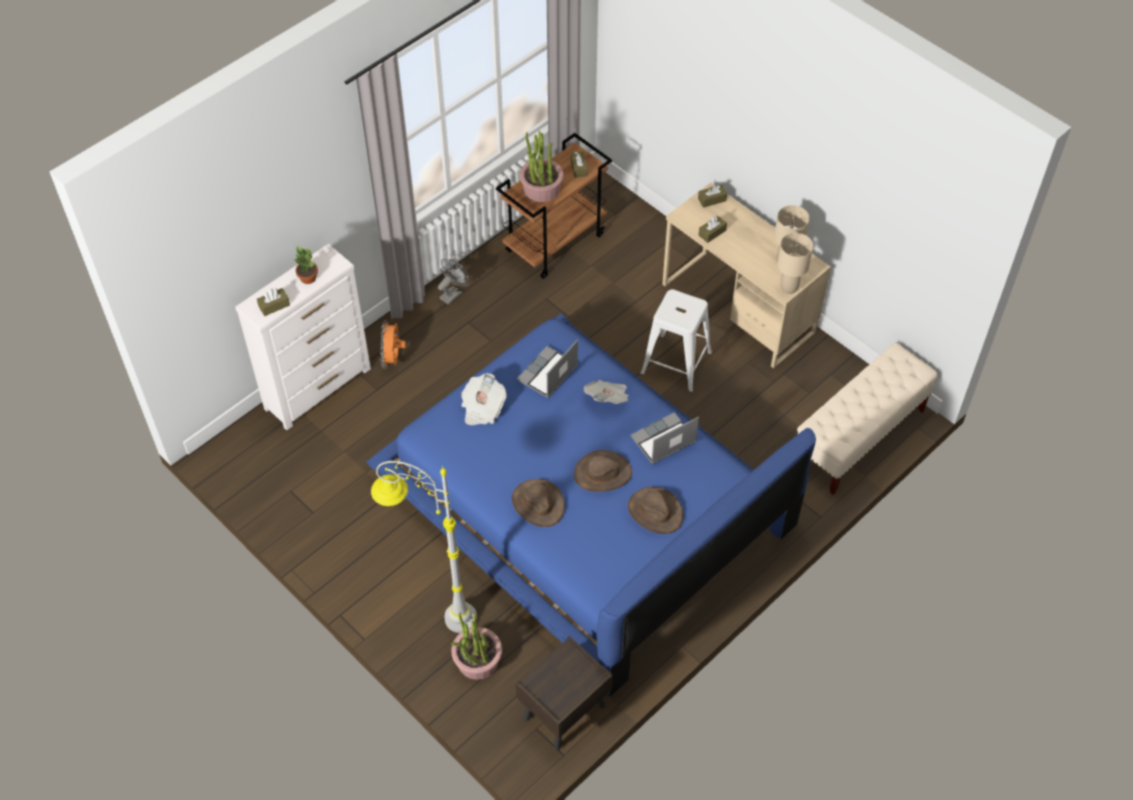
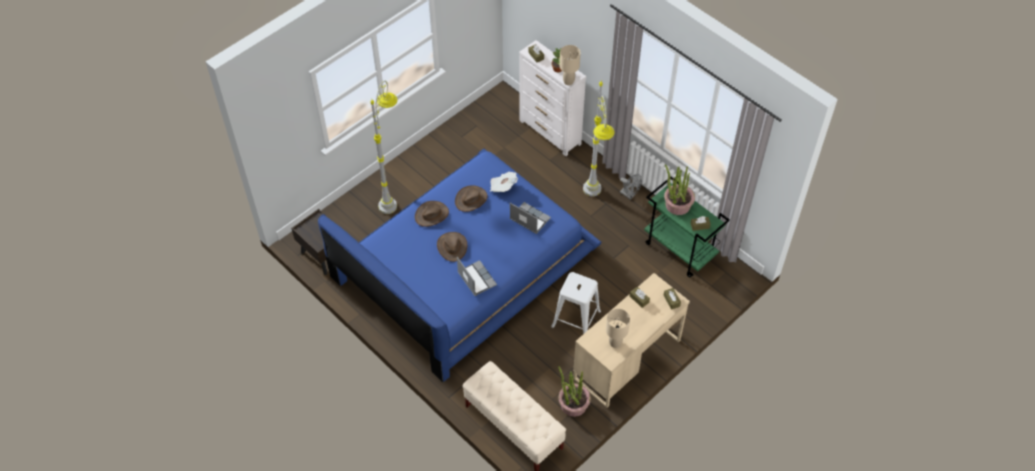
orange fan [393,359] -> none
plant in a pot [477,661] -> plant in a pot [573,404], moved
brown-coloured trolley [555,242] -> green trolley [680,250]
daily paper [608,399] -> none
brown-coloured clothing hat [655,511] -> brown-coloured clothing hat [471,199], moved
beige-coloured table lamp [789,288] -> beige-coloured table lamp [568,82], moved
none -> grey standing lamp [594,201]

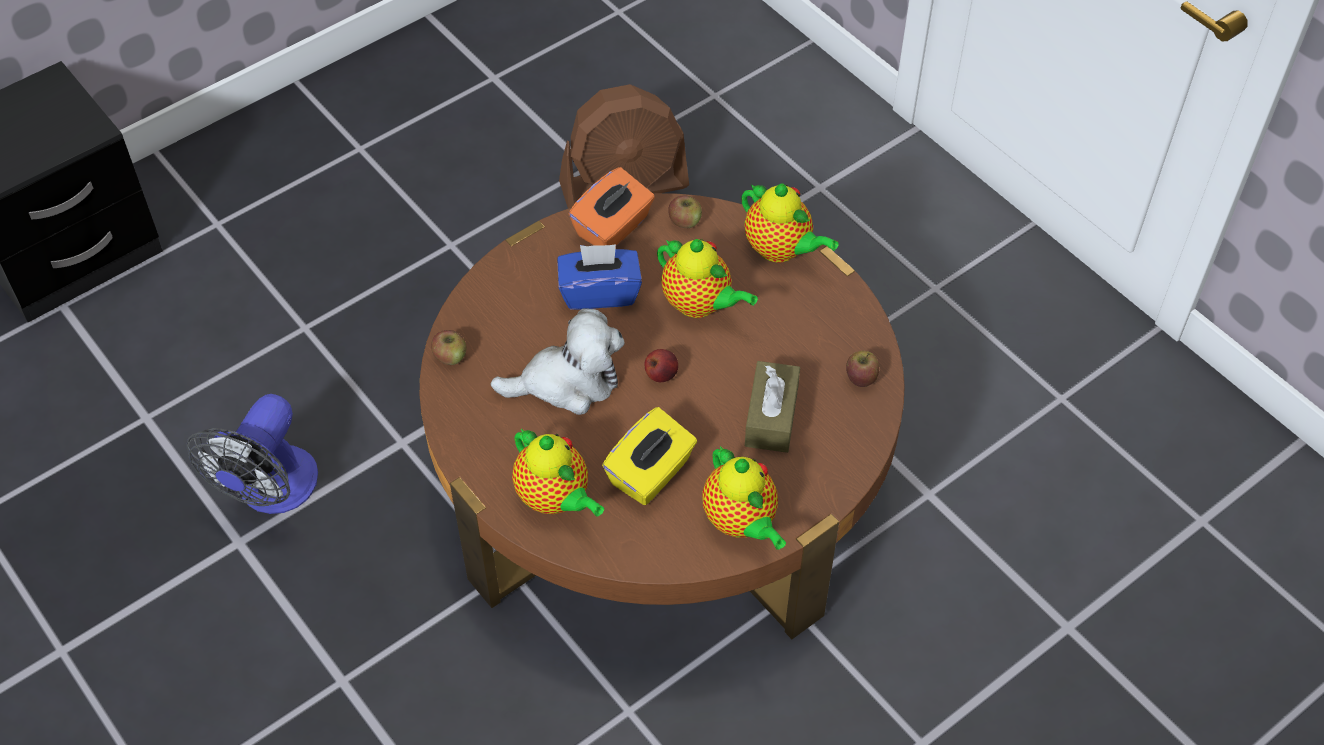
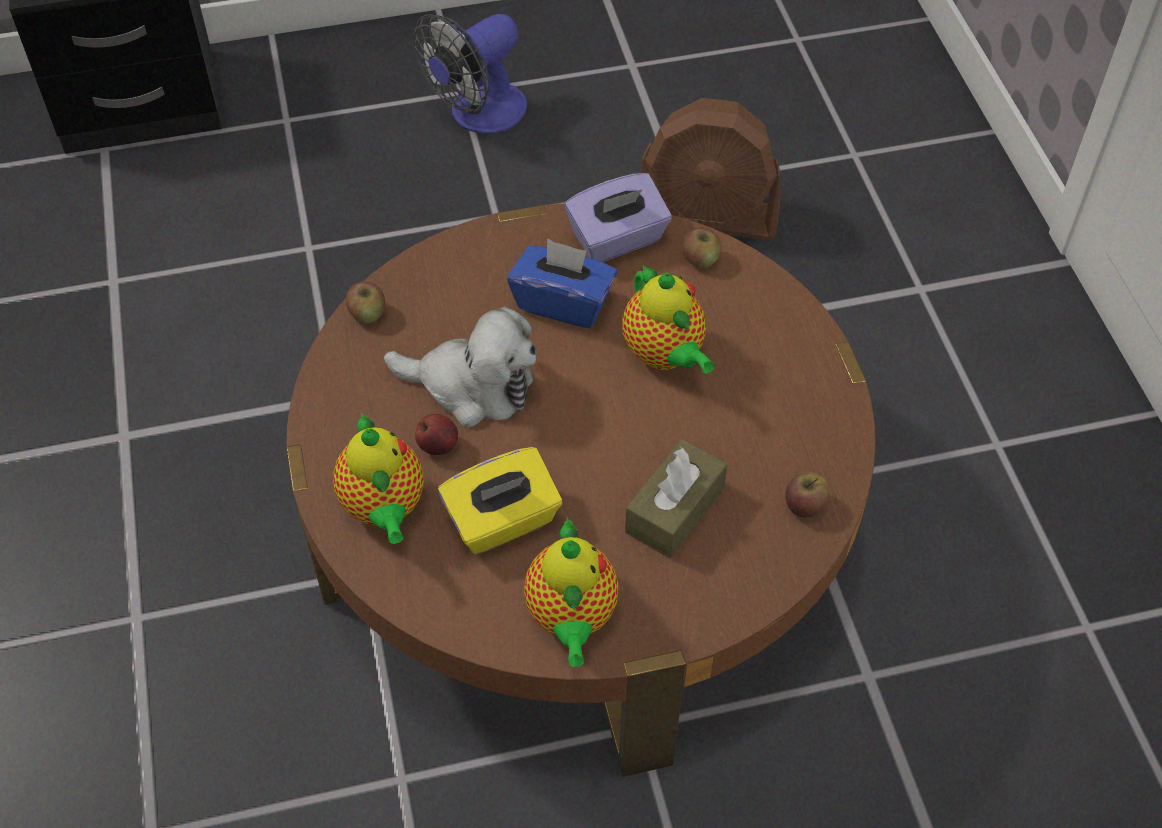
fan [271,492] -> fan [478,115], moved
orange tissue box [613,228] -> purple tissue box [617,239]
whole apple [661,375] -> whole apple [438,446], moved
tea pot [781,250] -> none

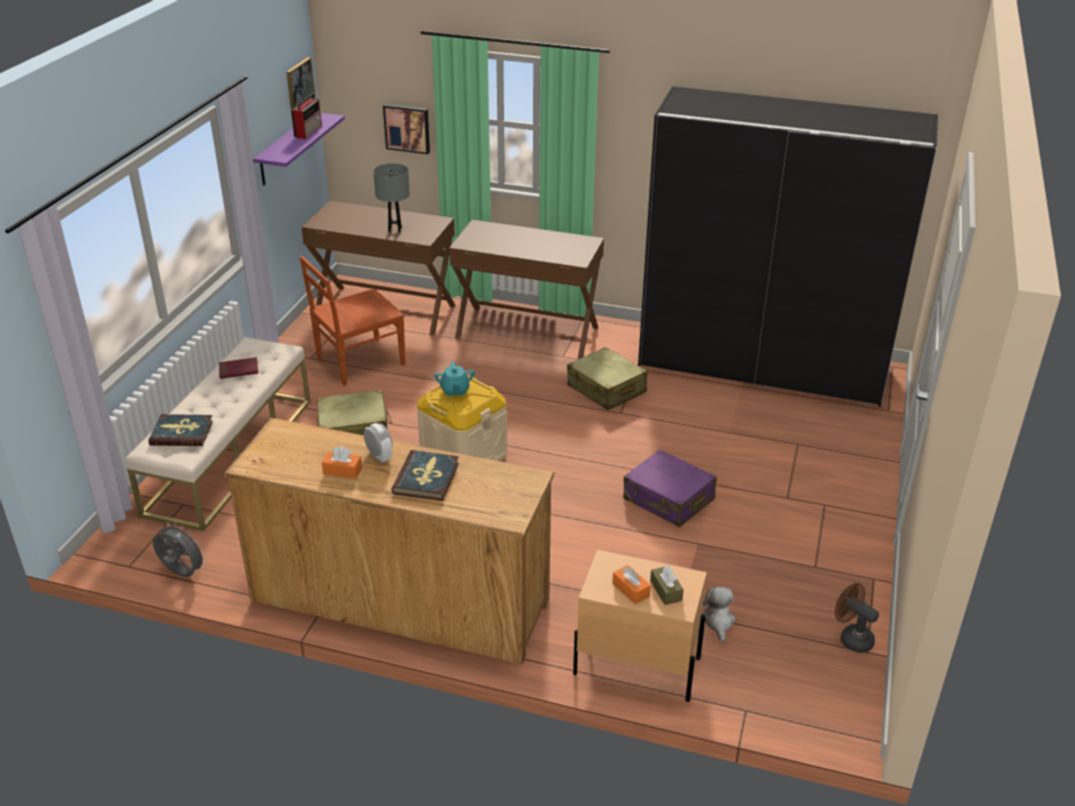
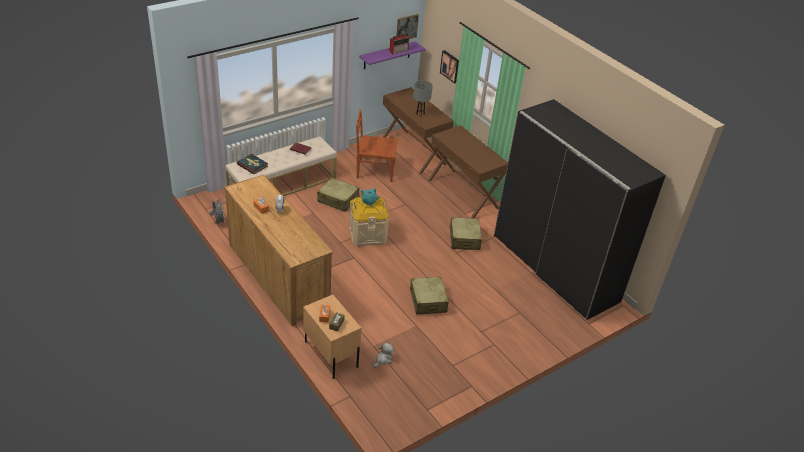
volume [426,478] -> none
purple piece of luggage [668,499] -> beige-coloured piece of luggage [428,301]
brown-coloured fan [851,638] -> none

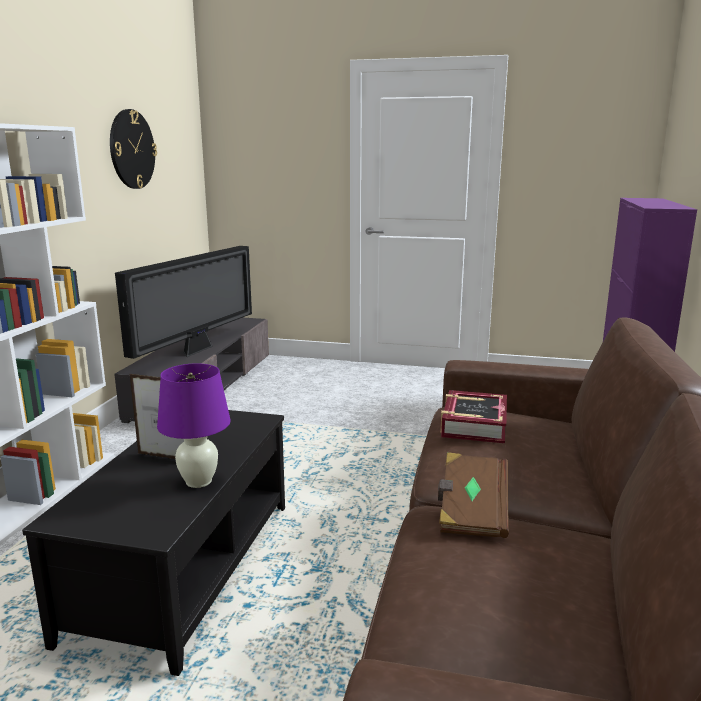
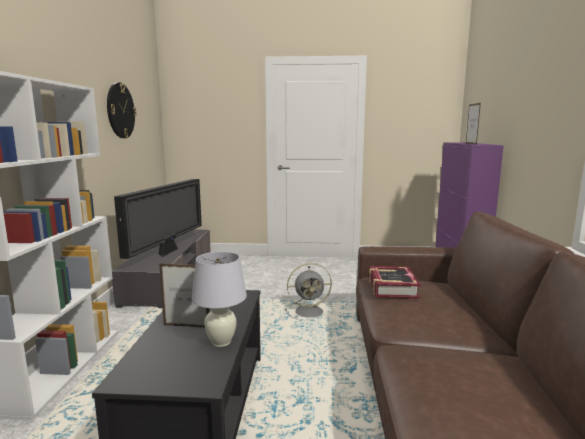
purple table lamp [198,481] -> white table lamp [221,342]
brown-coloured volume [471,512] -> none
none -> grey fan [310,312]
none -> photo frame [471,144]

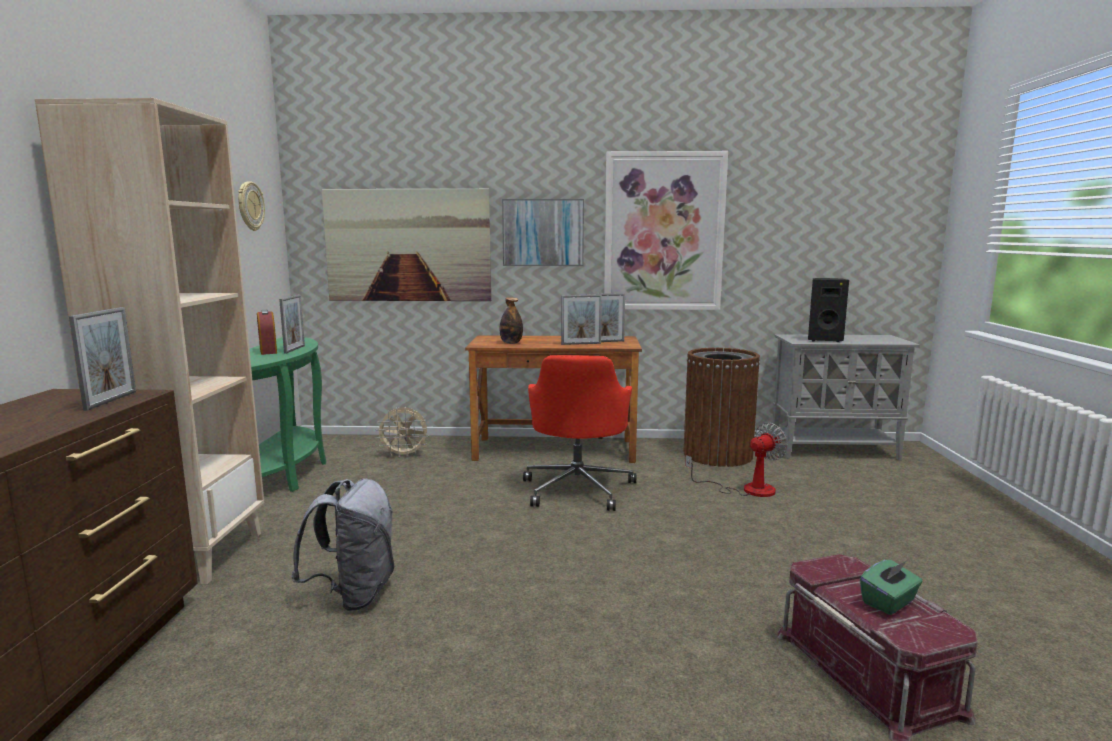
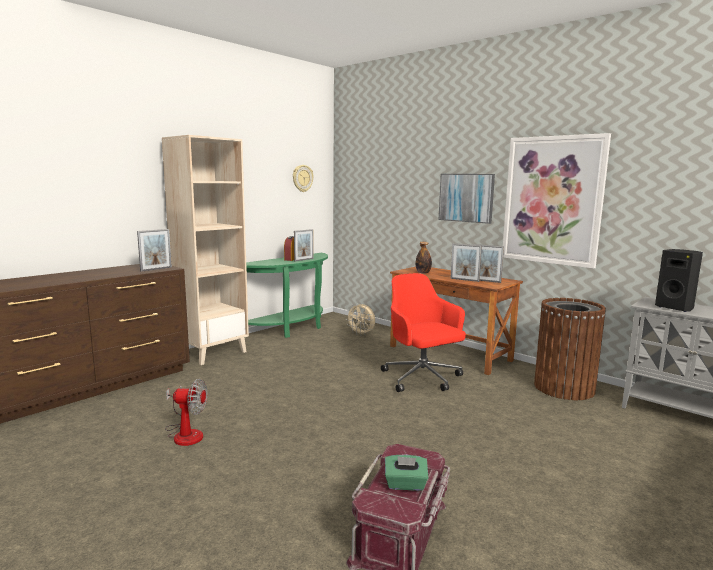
grey rucksack [354,595] -> none
wall picture [408,245] -> none
reddish computer chair [578,488] -> reddish computer chair [422,378], 105 degrees clockwise
fan [746,489] -> fan [185,433], moved

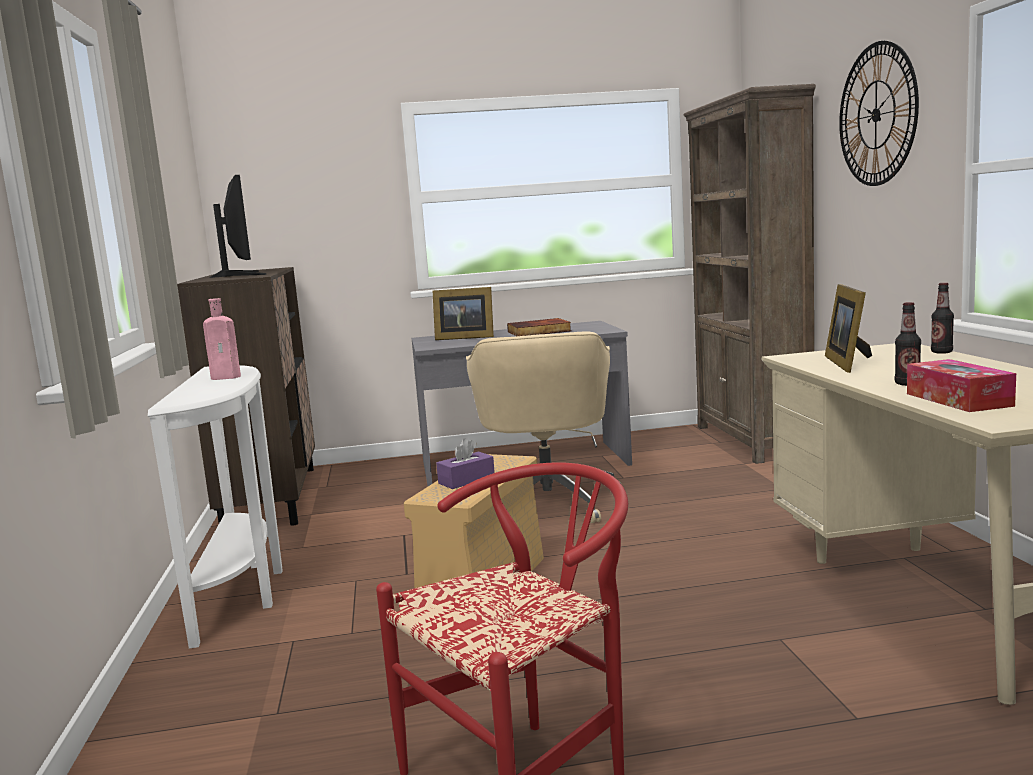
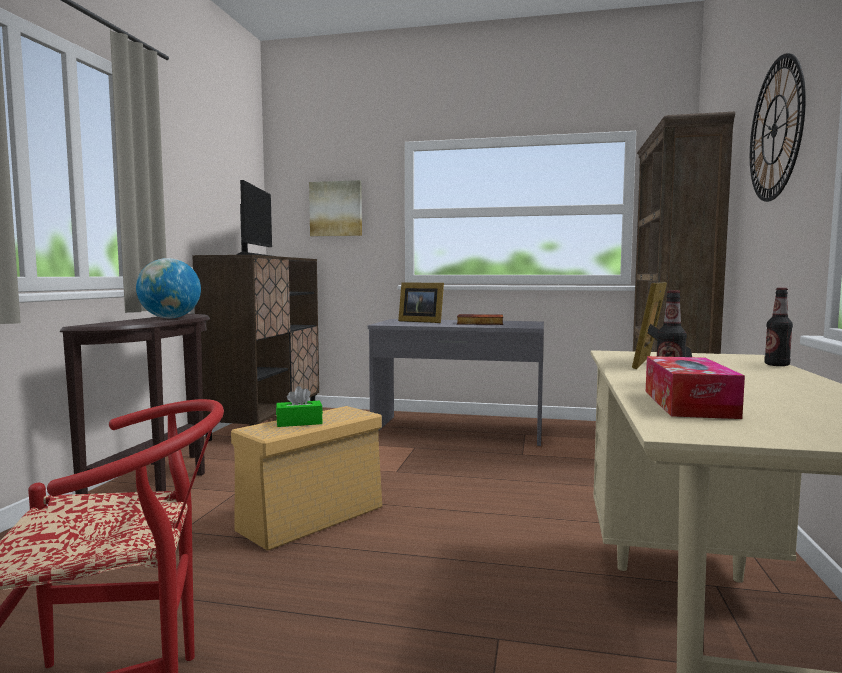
white console table [244,591] -> brown-coloured console table [163,482]
pinkish drink bottle [228,377] -> desk globe [170,318]
purple tissue box [466,480] -> green tissue box [299,422]
beige-coloured computer chair [548,502] -> none
none -> wall picture [336,209]

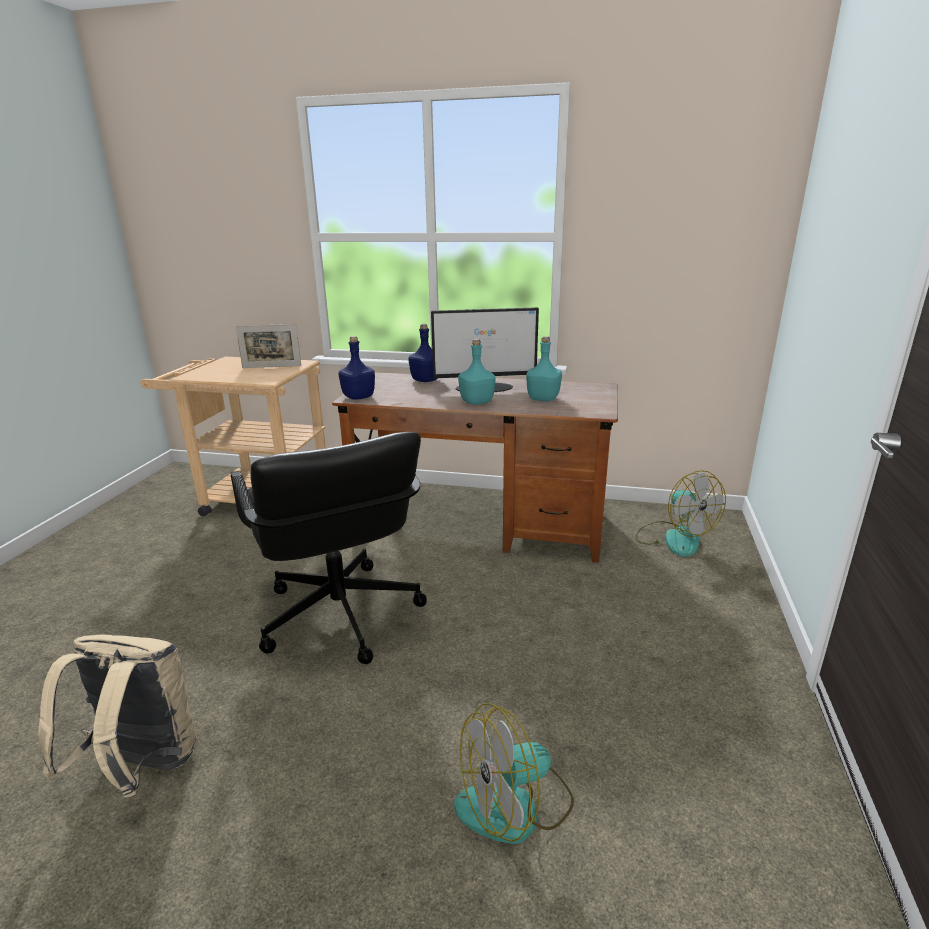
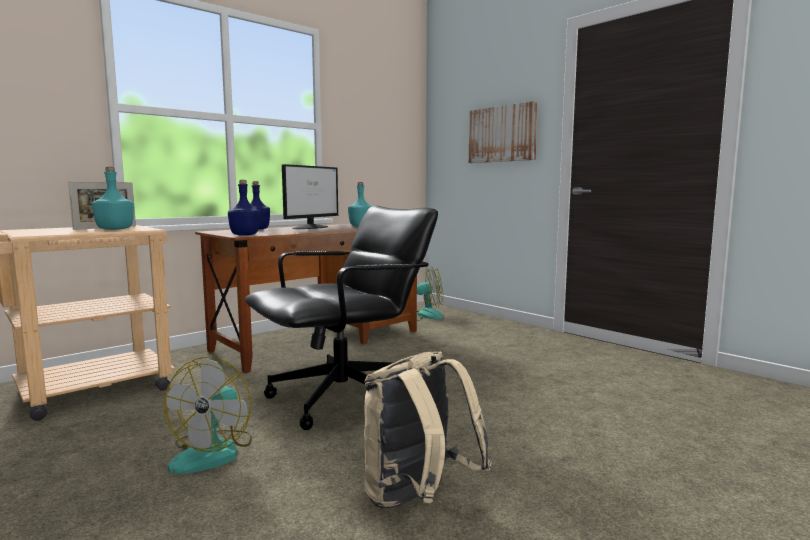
black-coloured computer chair [339,616] -> black-coloured computer chair [344,398], 45 degrees counterclockwise
fan [515,806] -> fan [214,452], moved
turquoise-coloured drink bottle [477,402] -> turquoise-coloured drink bottle [115,229], moved
none -> wall picture [502,134]

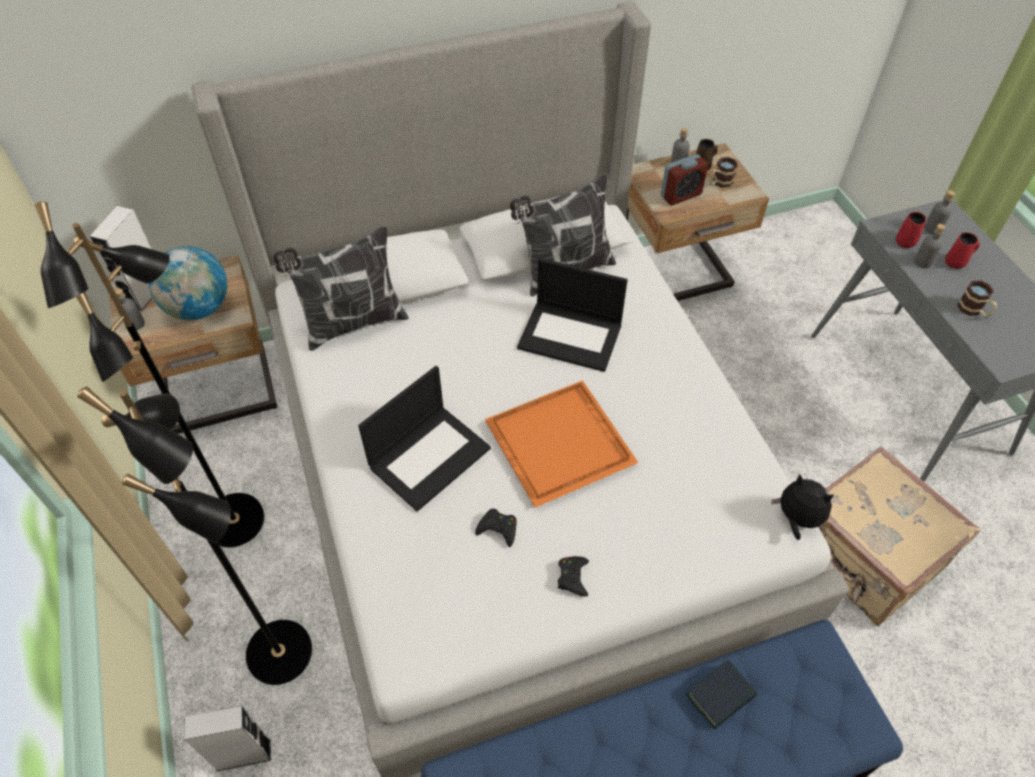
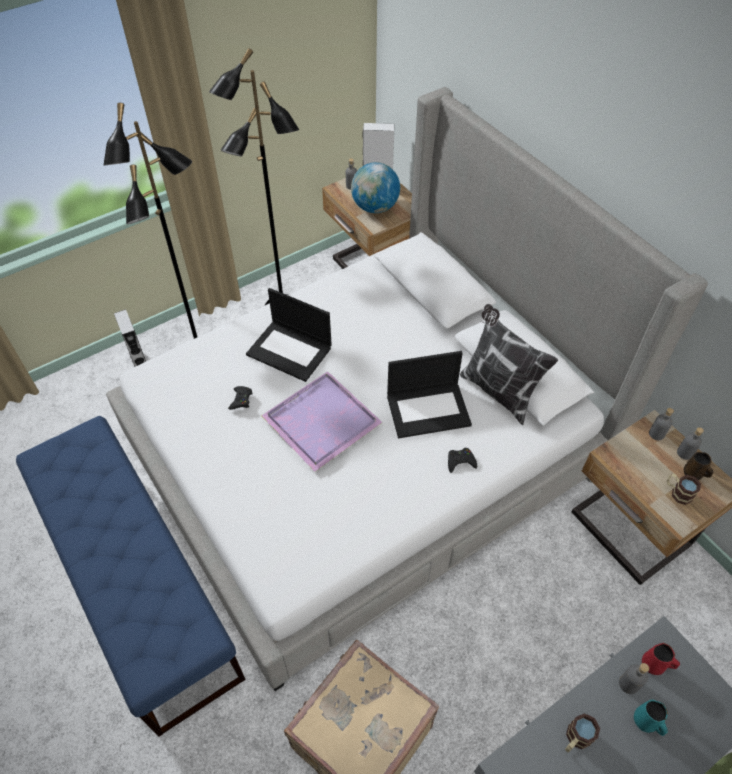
pillow [352,323] -> none
orange carrying tray [558,446] -> purple carrying tray [319,421]
portable computer [571,336] -> portable computer [429,409], 105 degrees counterclockwise
black-coloured gamepad [573,577] -> black-coloured gamepad [460,461], moved
bedside clock [681,195] -> none
volume [720,696] -> none
cuddly toy [797,519] -> none
grey drink bottle [932,229] -> grey drink bottle [656,434], moved
reddish mug [956,262] -> turquoise-coloured mug [645,722]

